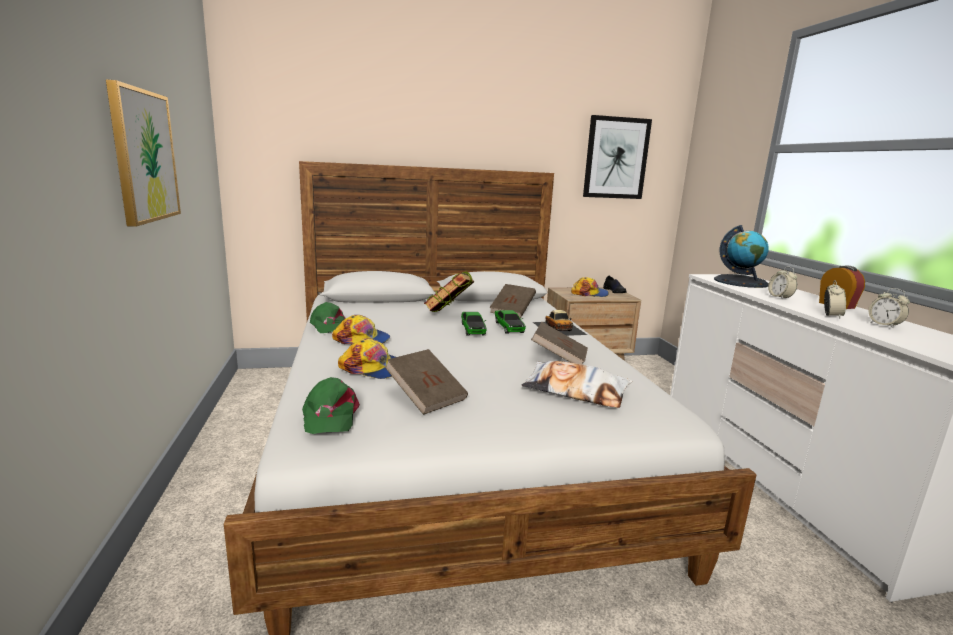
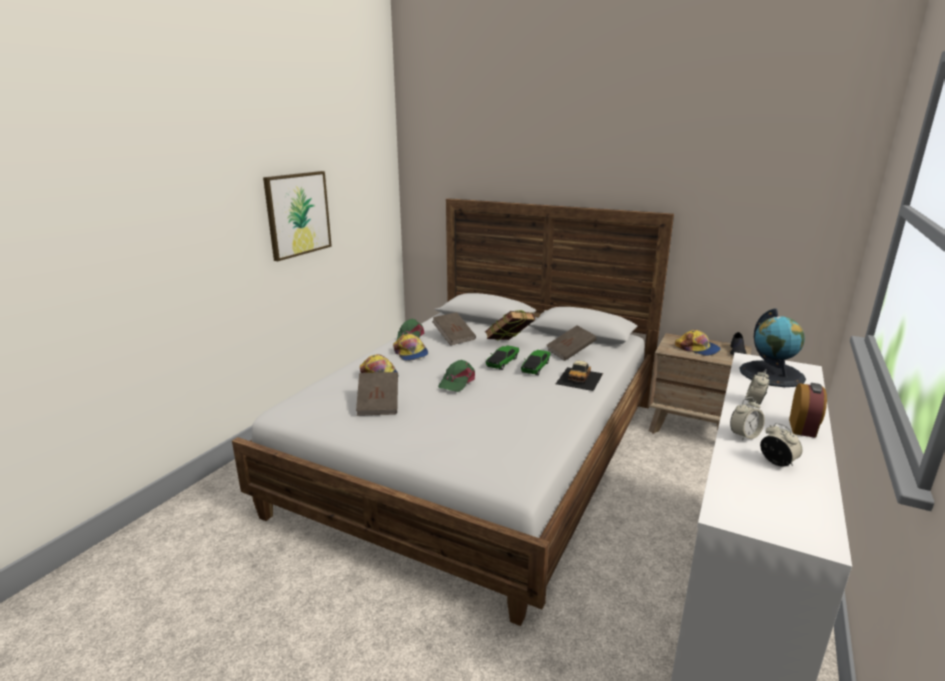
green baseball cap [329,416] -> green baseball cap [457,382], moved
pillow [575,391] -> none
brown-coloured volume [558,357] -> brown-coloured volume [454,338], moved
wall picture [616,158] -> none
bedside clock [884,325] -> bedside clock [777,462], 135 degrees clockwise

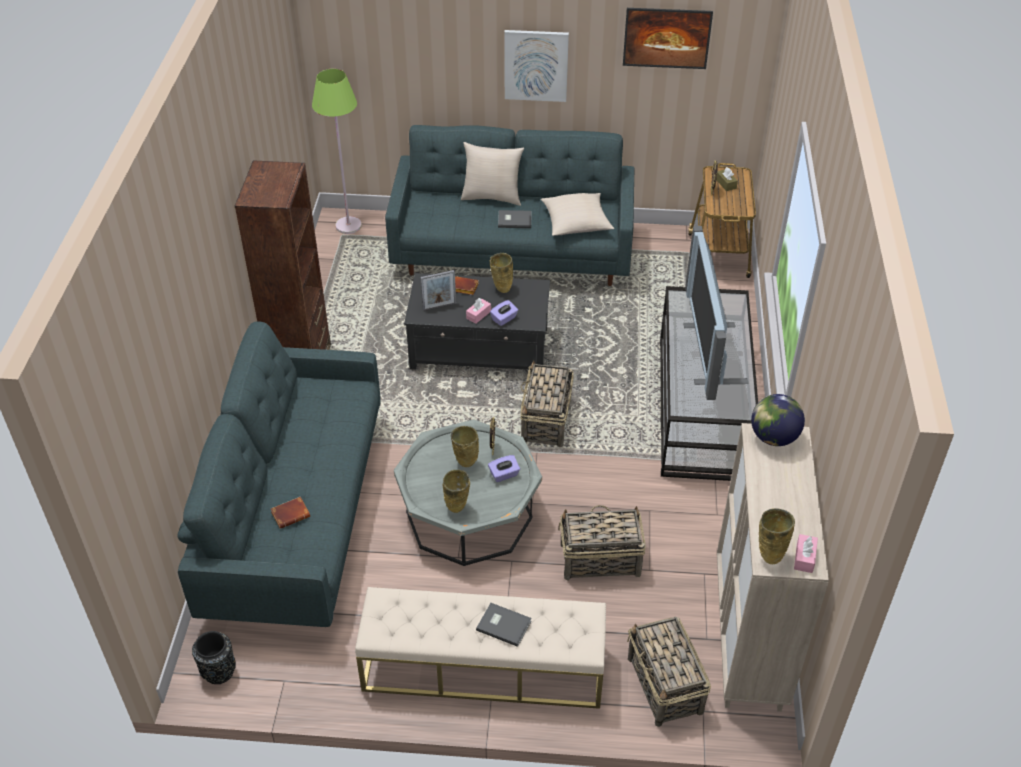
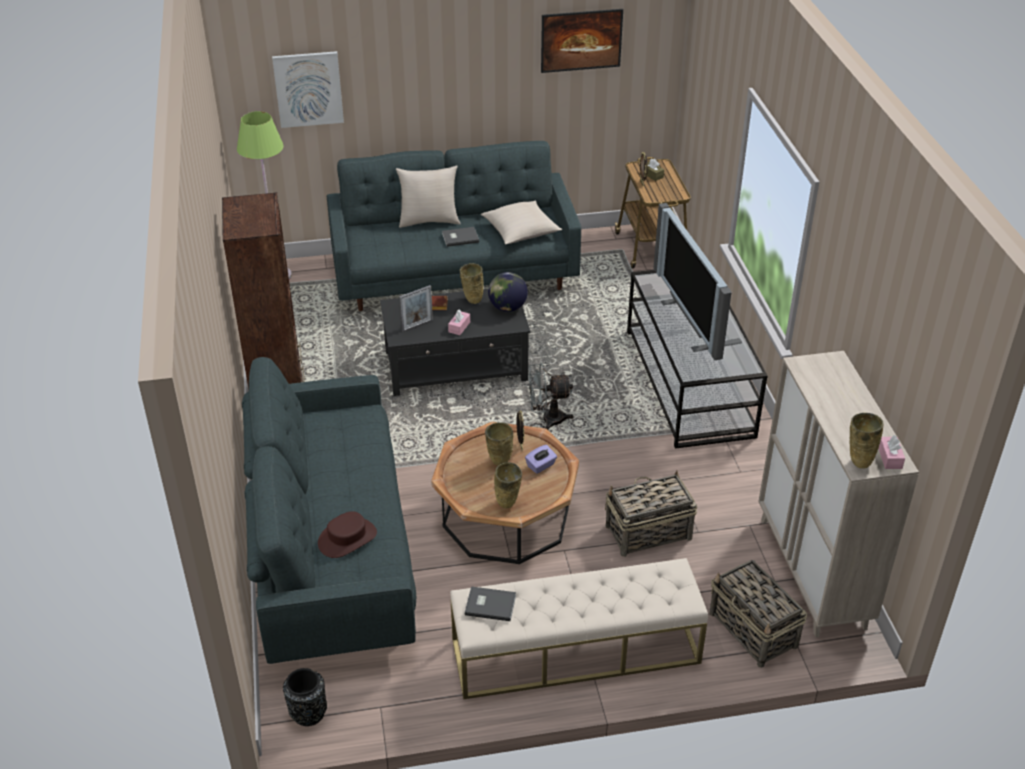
brown-coloured volume [291,514] -> brown-coloured clothing hat [347,538]
grey coffee table [469,515] -> brown-coloured coffee table [506,517]
grey volume [503,624] -> grey volume [490,604], moved
purple tissue box [504,319] -> none
wall picture [536,65] -> wall picture [308,89], moved
household basket [546,421] -> grey fan [547,419]
desk globe [773,437] -> desk globe [507,307], moved

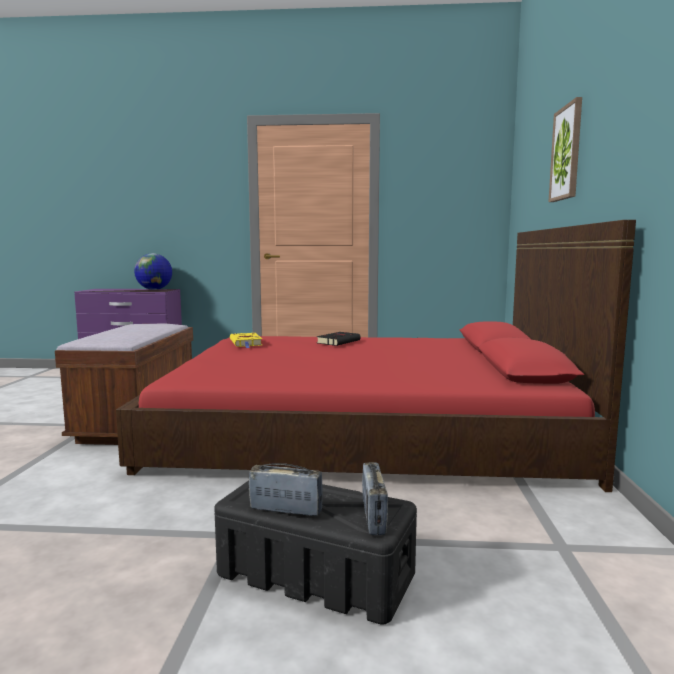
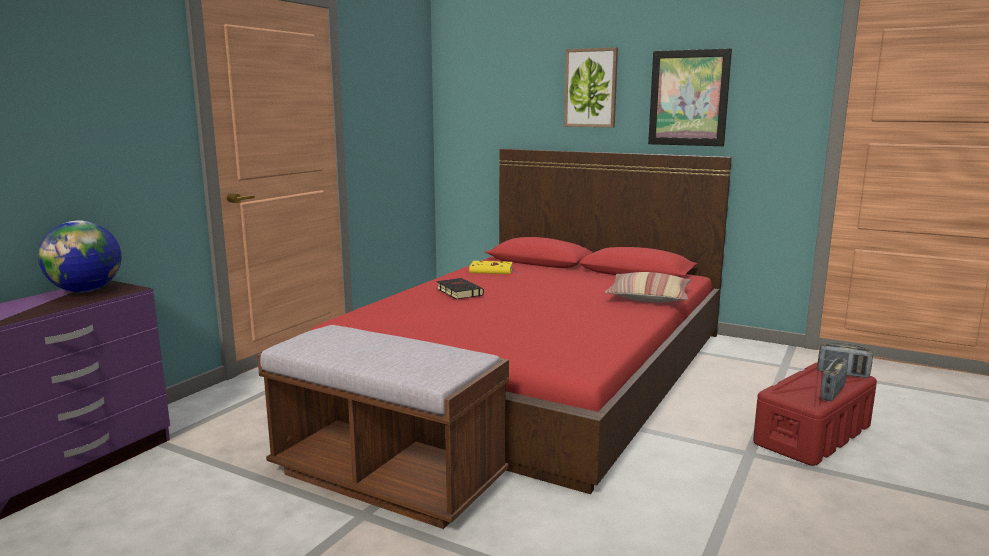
black-coloured storage bin [314,574] -> reddish storage bin [812,435]
yellowish volume [246,343] -> yellowish volume [492,271], moved
none -> pillow [648,297]
none -> wall picture [688,98]

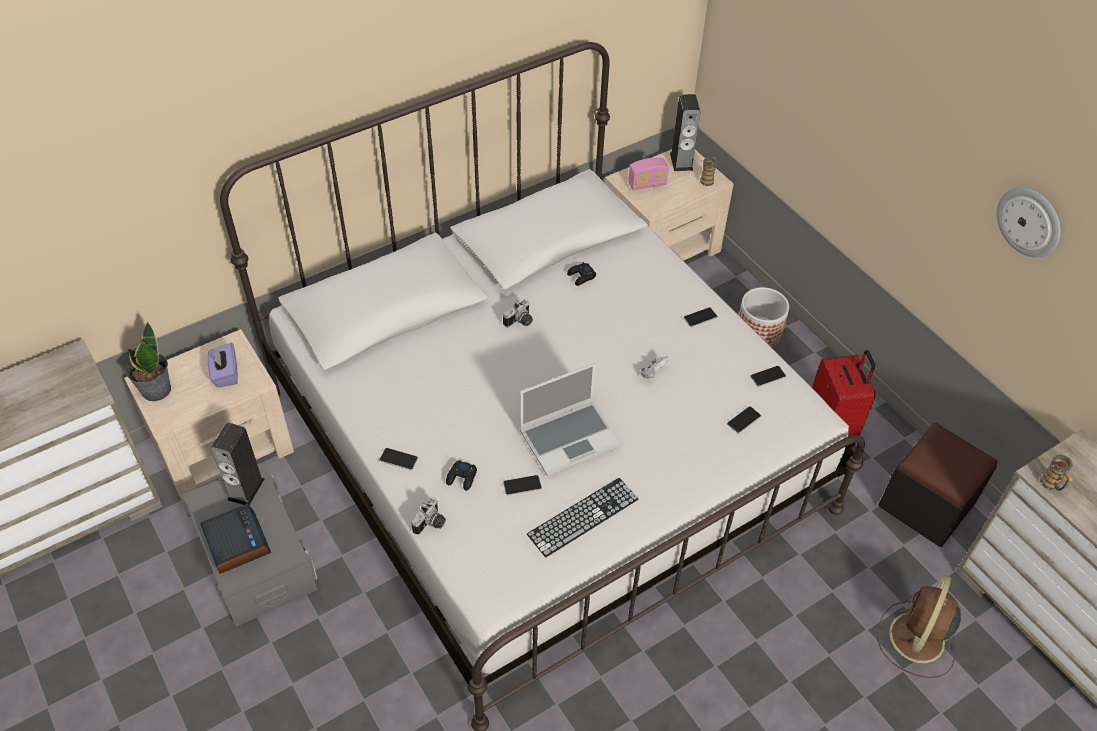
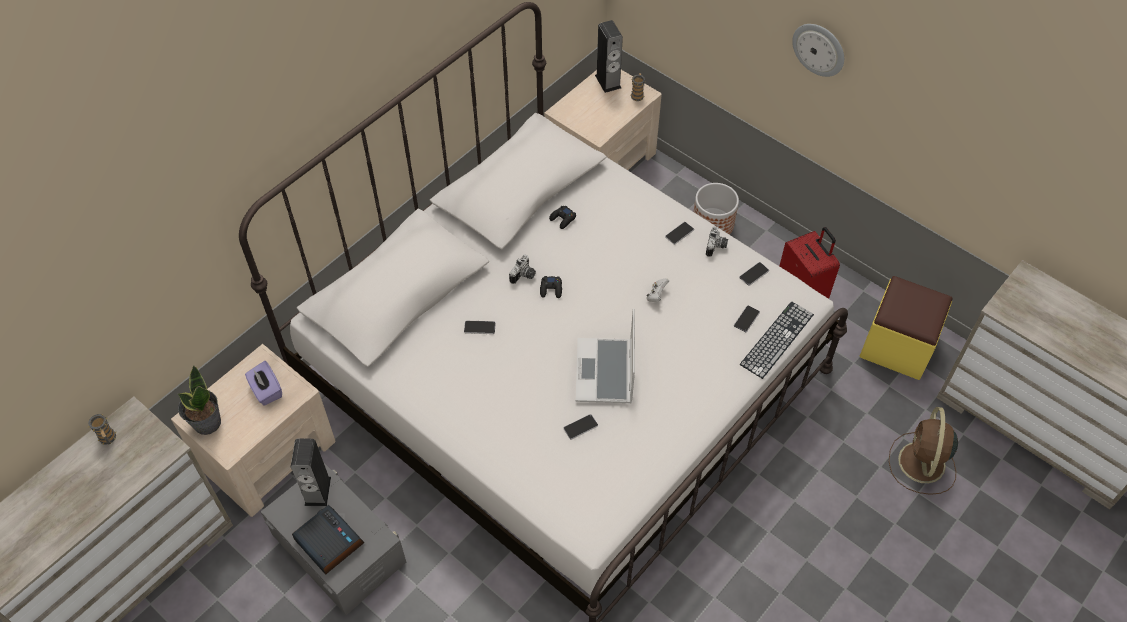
handset [398,459] -> handset [479,328], moved
still camera [431,524] -> still camera [716,247], moved
black-coloured gamepad [462,478] -> black-coloured gamepad [551,289], moved
portable computer [570,438] -> portable computer [606,373], 135 degrees clockwise
computer keyboard [583,516] -> computer keyboard [777,339], moved
radio [647,184] -> none
black-coloured ottoman [926,505] -> yellowish ottoman [897,345]
clock on the wall [1029,221] -> clock on the wall [819,49], moved
mug [1051,485] -> mug [108,439], moved

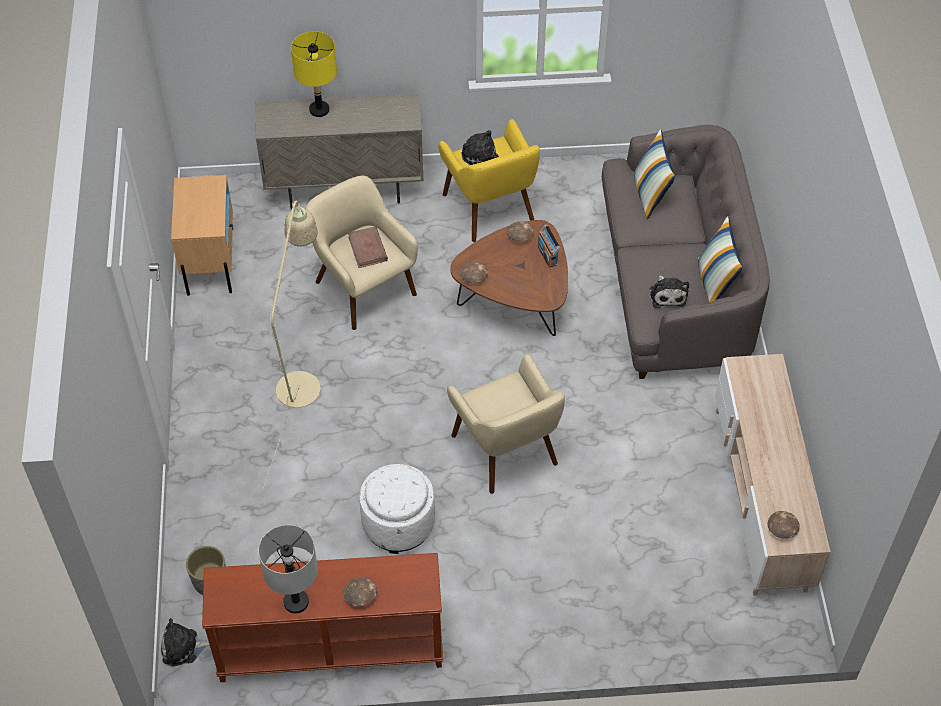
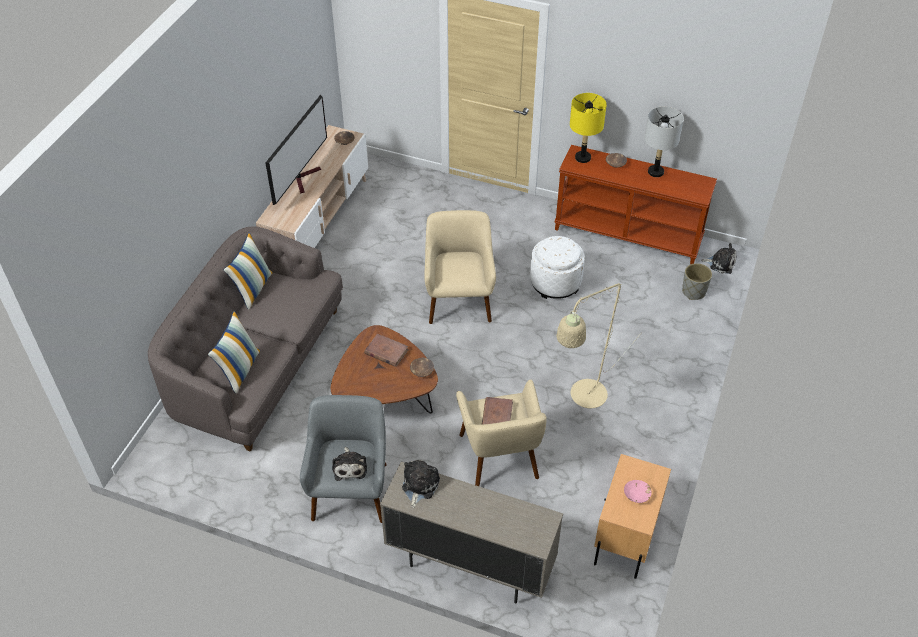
yellowish table lamp [319,110] -> yellowish table lamp [582,157], moved
yellowish armchair [490,209] -> grey armchair [351,490]
brown-coloured bowl [520,236] -> none
radio [547,255] -> none
cuddly toy [667,295] -> cuddly toy [419,485], moved
none -> TV set [304,178]
none -> brown-coloured volume [386,352]
none -> pinkish bowl [637,494]

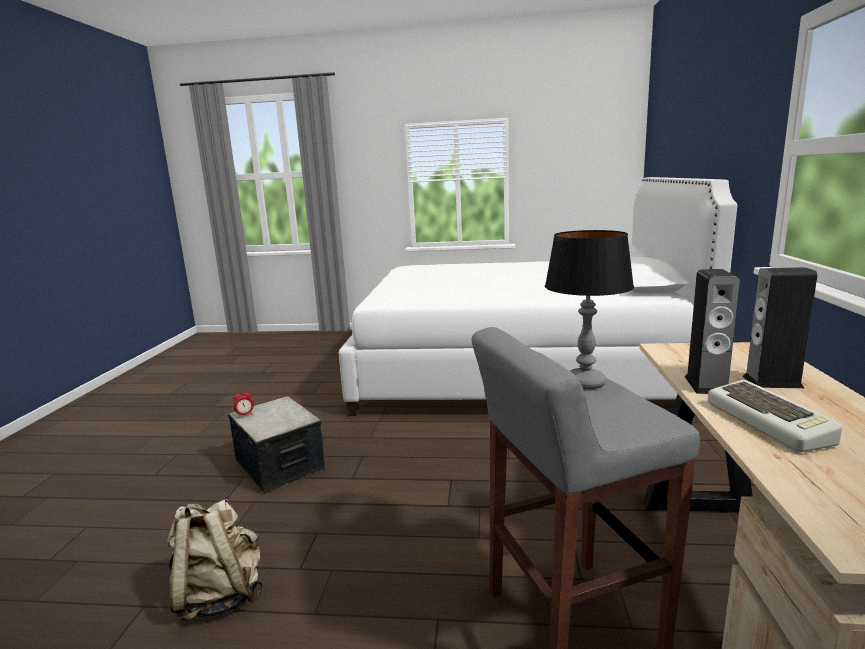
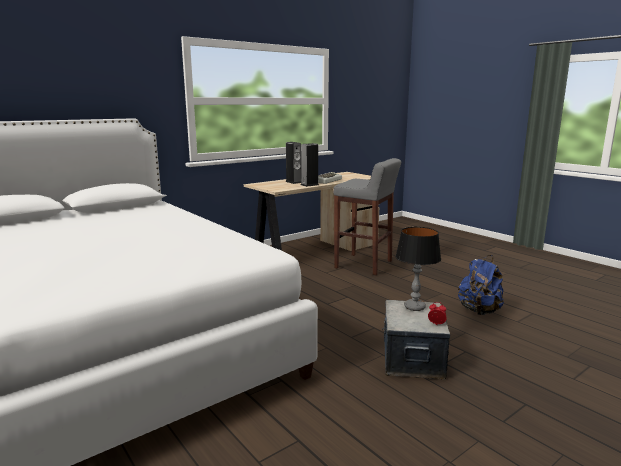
beige-coloured rucksack [220,596] -> blue-coloured rucksack [479,311]
table lamp [585,383] -> table lamp [414,307], moved

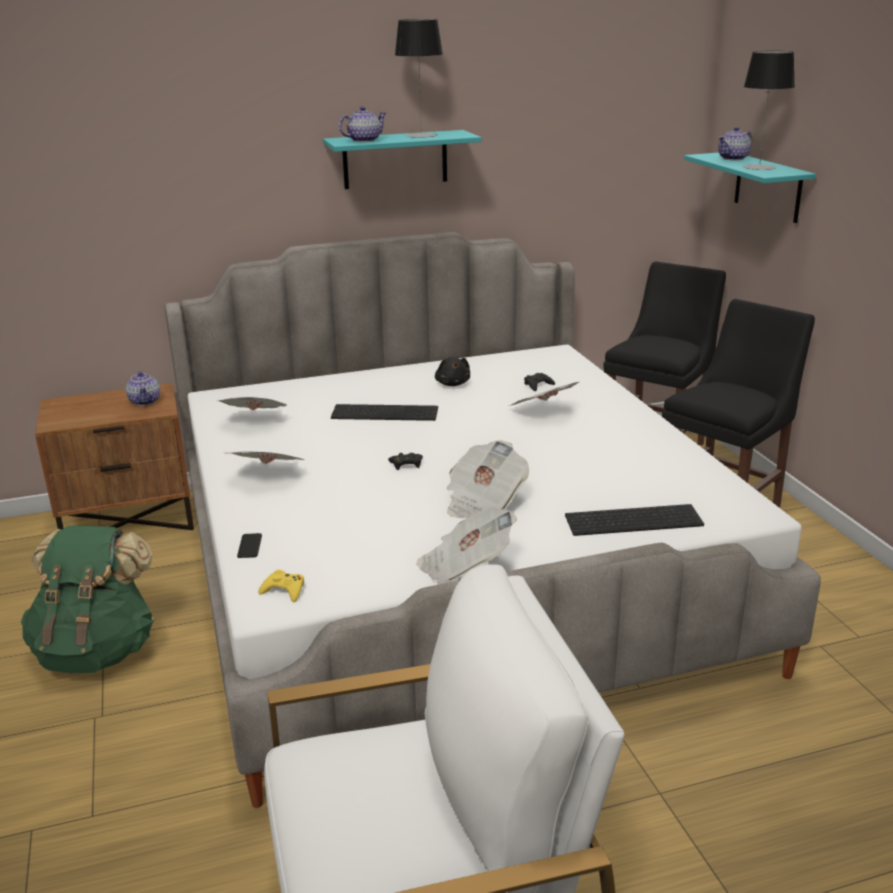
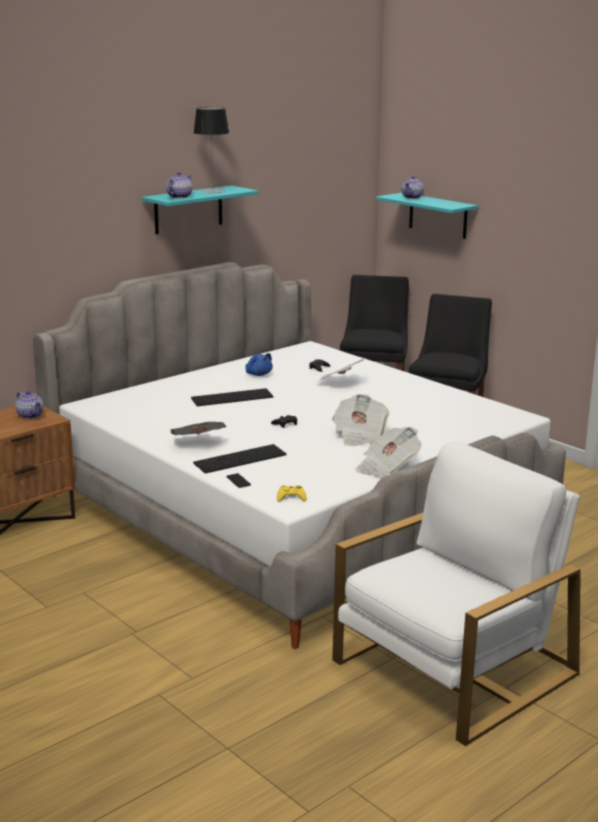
green rucksack [97,651] -> none
daily paper [256,421] -> none
black-coloured cuddly toy [452,383] -> blue-coloured cuddly toy [258,374]
computer keyboard [634,519] -> computer keyboard [240,458], moved
table lamp [759,167] -> none

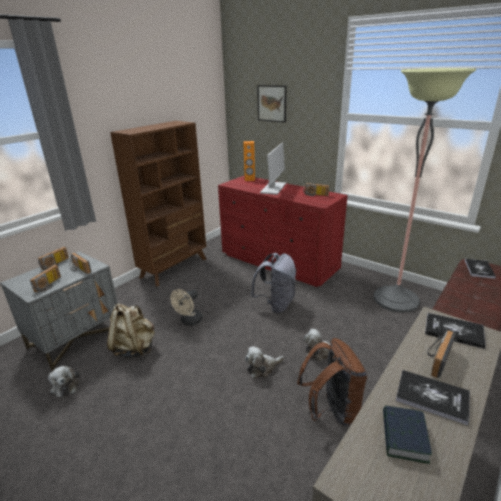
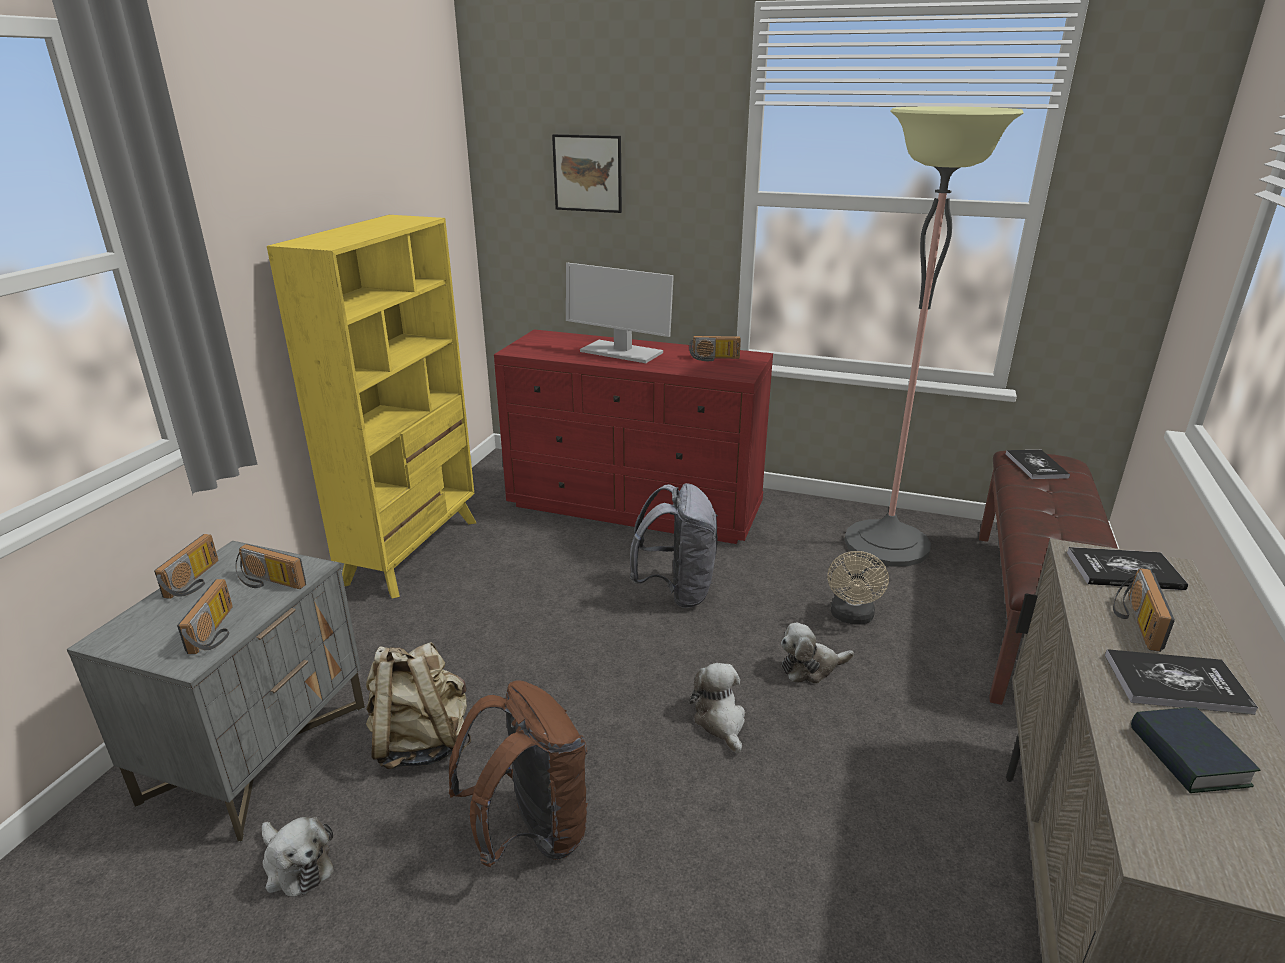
brown-coloured bookshelf [174,268] -> yellowish bookshelf [413,551]
beige-coloured fan [189,321] -> beige-coloured fan [852,617], moved
orange audio speaker [249,179] -> none
cuddly toy [262,368] -> cuddly toy [720,721], 120 degrees clockwise
computer screen [273,188] -> computer screen [620,352], 120 degrees clockwise
brown-coloured rucksack [331,410] -> brown-coloured rucksack [530,833], moved

